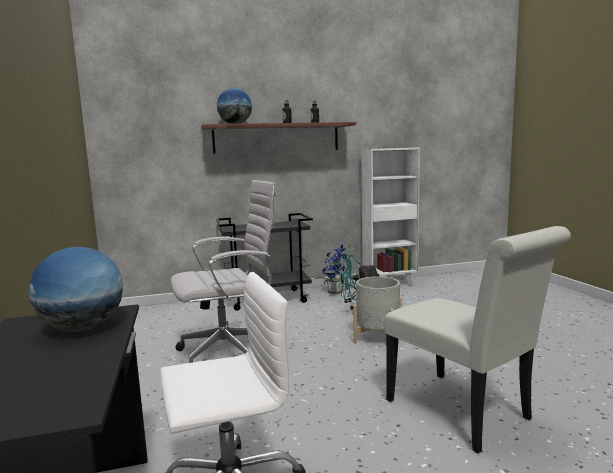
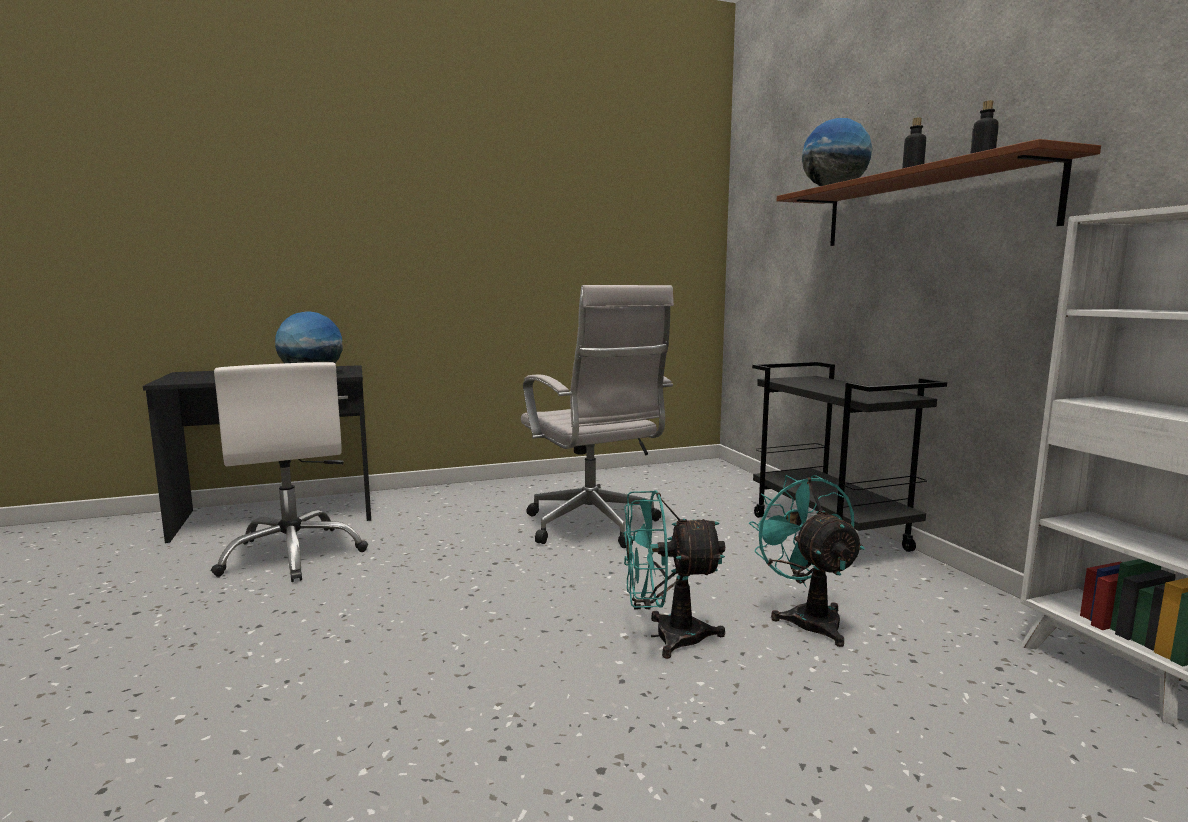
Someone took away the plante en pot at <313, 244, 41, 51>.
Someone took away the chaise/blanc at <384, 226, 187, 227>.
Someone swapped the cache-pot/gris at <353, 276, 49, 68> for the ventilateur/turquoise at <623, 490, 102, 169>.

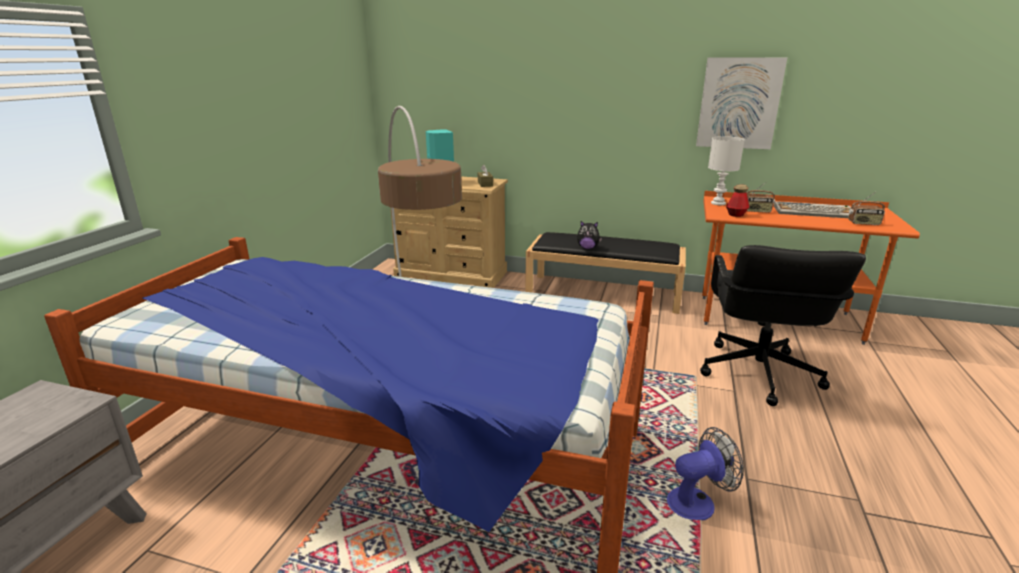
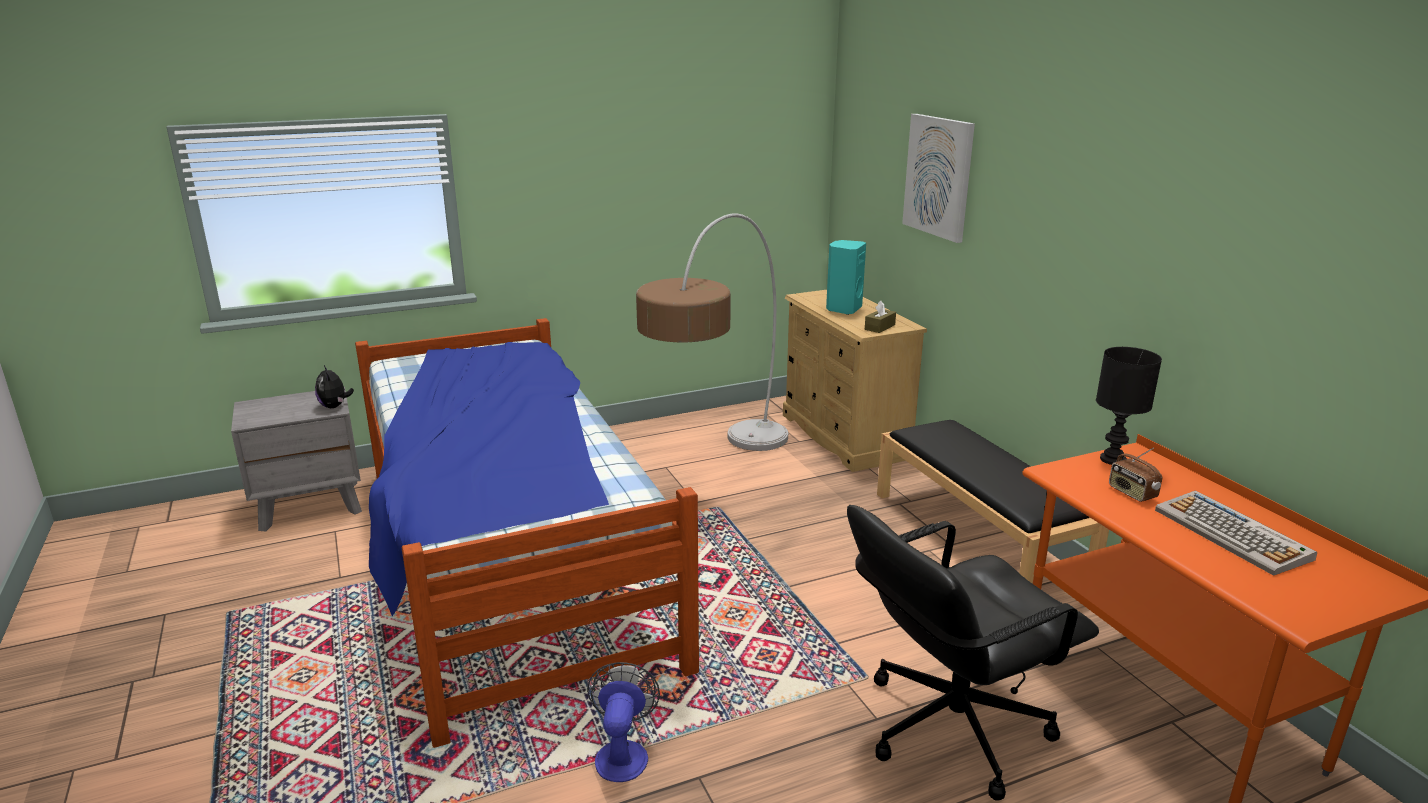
Someone took away the bouteille at <726, 184, 23, 33>.
Someone took away the radio at <848, 193, 37, 32>.
Someone carried the peluche from <577, 221, 25, 28> to <315, 365, 39, 43>.
Someone carried the tableau from <696, 57, 91, 92> to <902, 114, 73, 129>.
Someone repainted the lampe de table/blanc at <708, 136, 37, 69>, which became the lampe de table/noir at <1096, 347, 66, 118>.
Someone rotated the ventilateur at <667, 427, 77, 93> by 120 degrees counterclockwise.

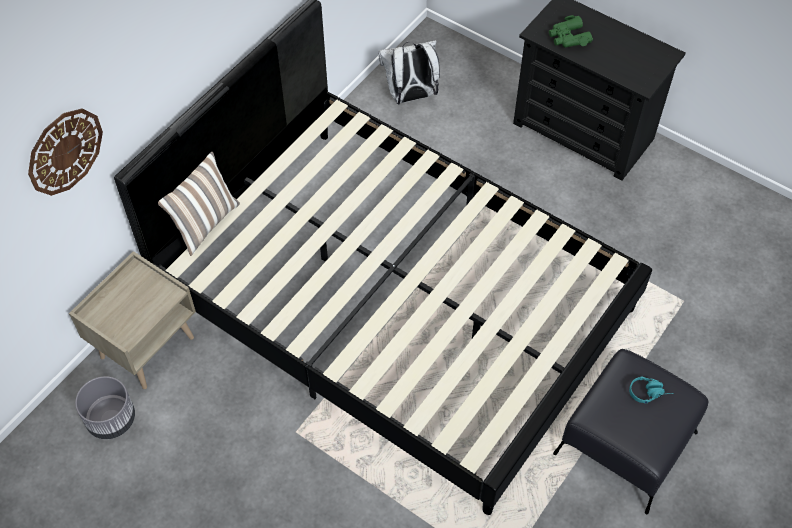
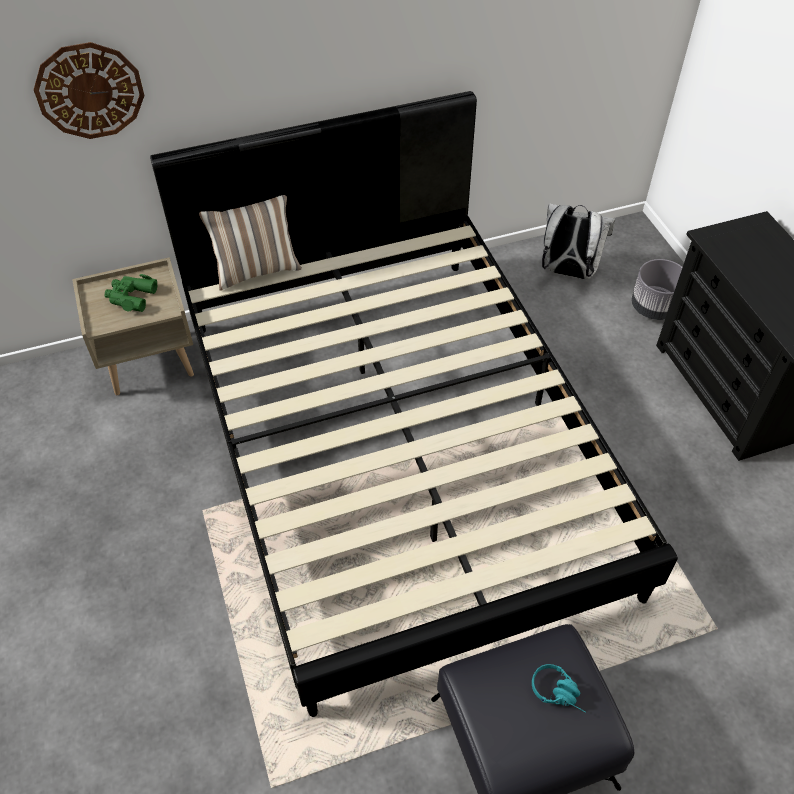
Someone carried the cache-pot/gris from <75, 376, 60, 63> to <631, 259, 52, 61>.
Someone carried the jumelles/vert from <549, 15, 44, 32> to <104, 274, 53, 38>.

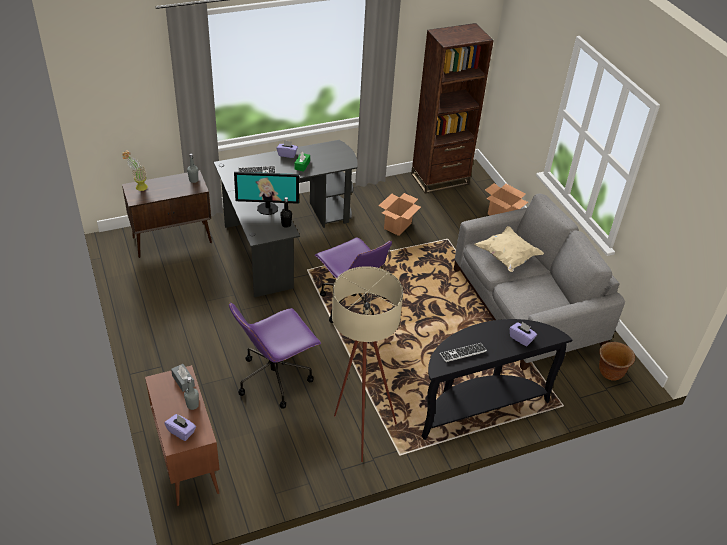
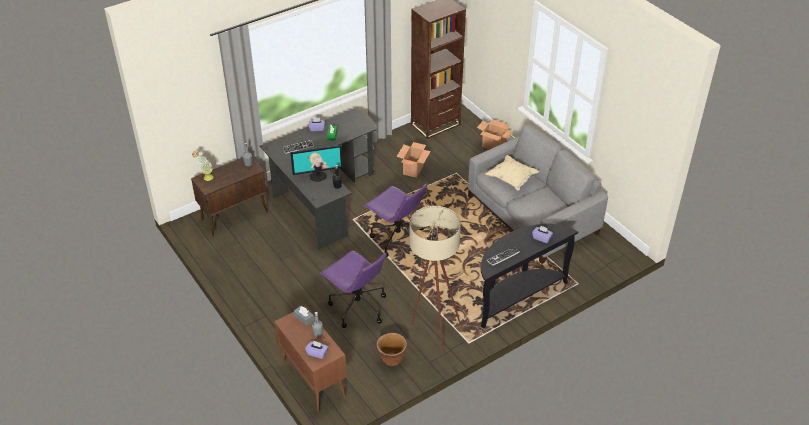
Someone carried the cache-pot/marron from <599, 342, 36, 39> to <377, 333, 30, 33>.
Someone rotated the chaise de bureau/violet at <229, 302, 92, 107> by 90 degrees counterclockwise.

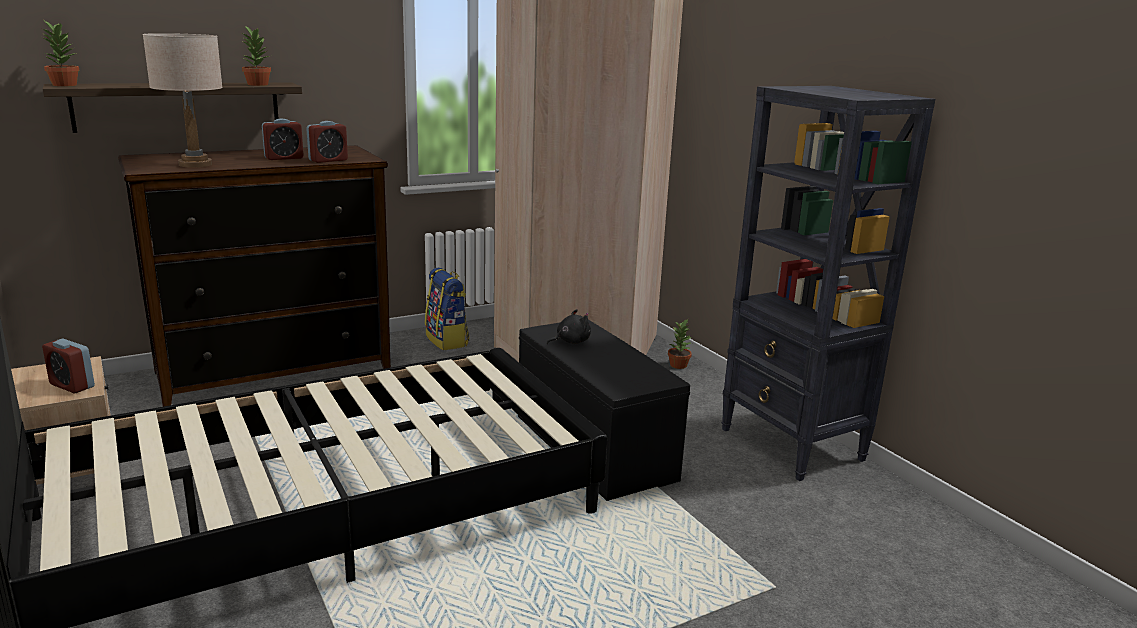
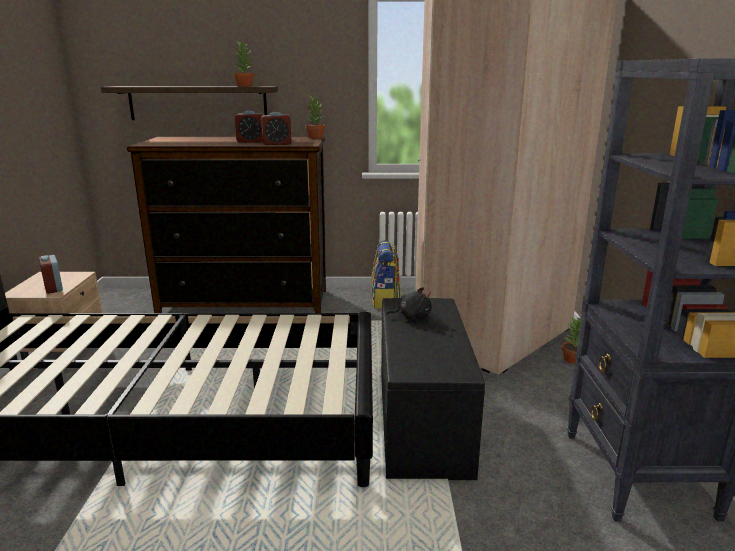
Someone took away the lampe de table/beige at <143, 33, 80, 135>.
Someone carried the plante en pot from <42, 21, 37, 65> to <305, 94, 20, 45>.

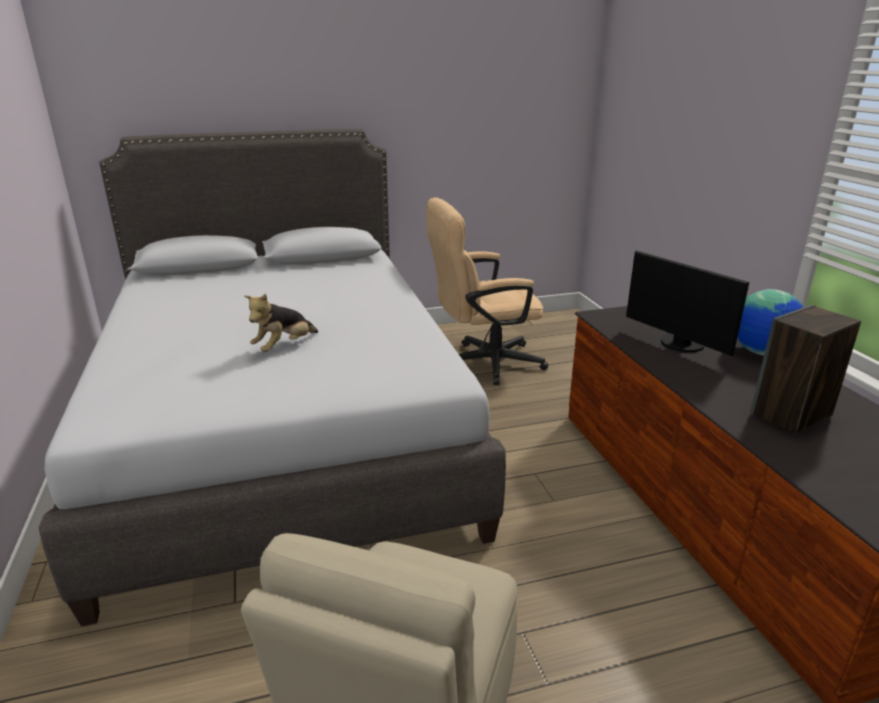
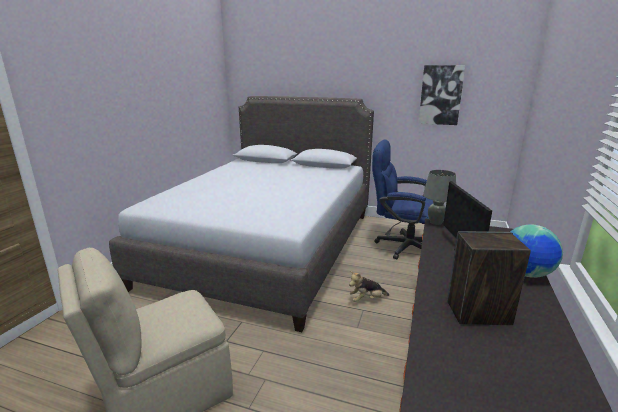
Someone put up the tableau at <418, 65, 47, 60>.
Someone put down the lampe de table/gris at <423, 170, 33, 55>.
Someone carried the peluche from <244, 294, 74, 58> to <349, 271, 40, 31>.
Someone repainted the chaise de bureau/beige at <426, 197, 123, 188>, which became the chaise de bureau/bleu at <372, 140, 61, 119>.

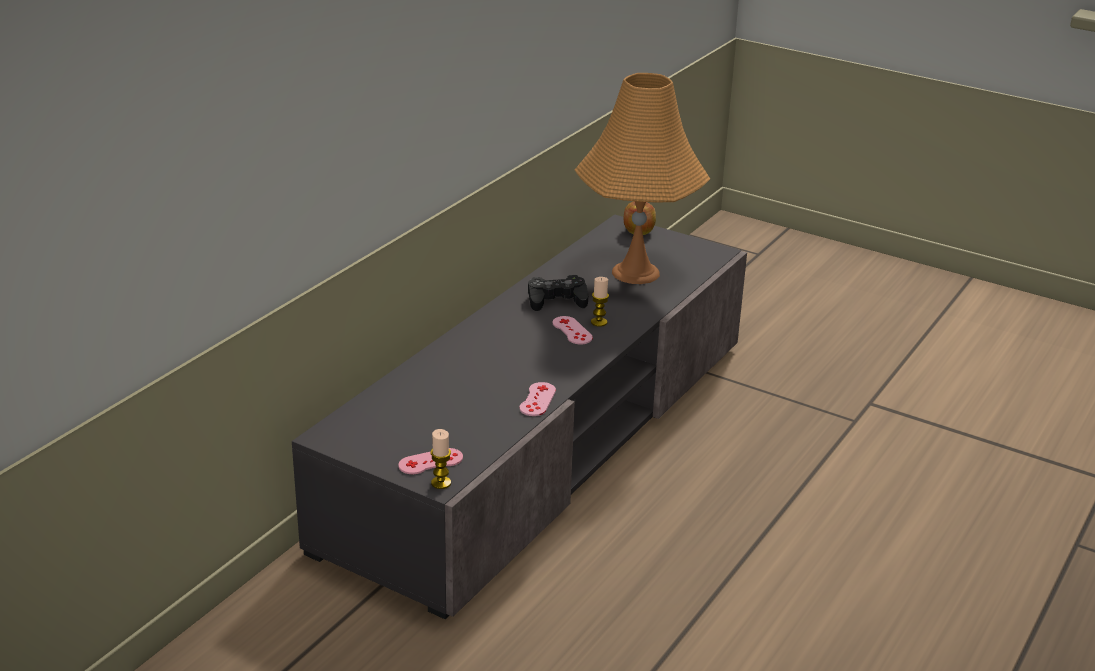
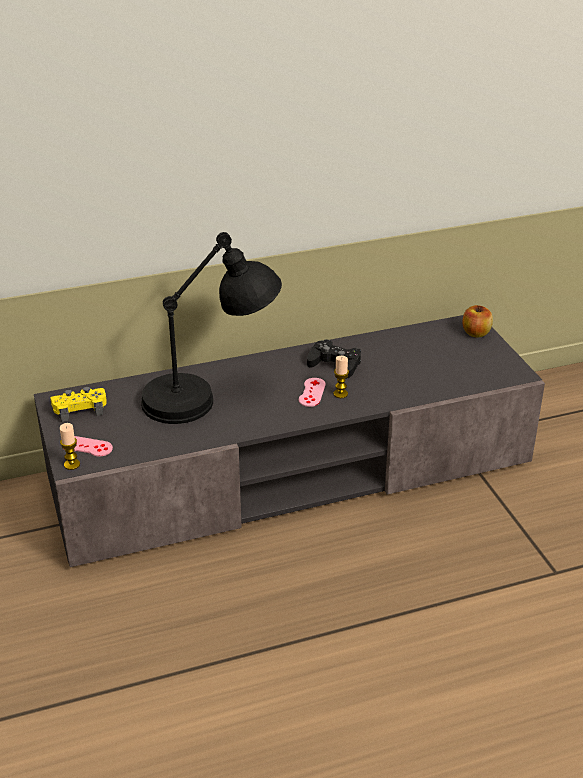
Someone took away the manette/rose at <519, 382, 37, 34>.
Someone took away the lampe de table/orange at <575, 73, 135, 211>.
Someone put down the manette/jaune at <50, 387, 57, 35>.
Someone put down the lampe de table/noir at <141, 232, 141, 192>.

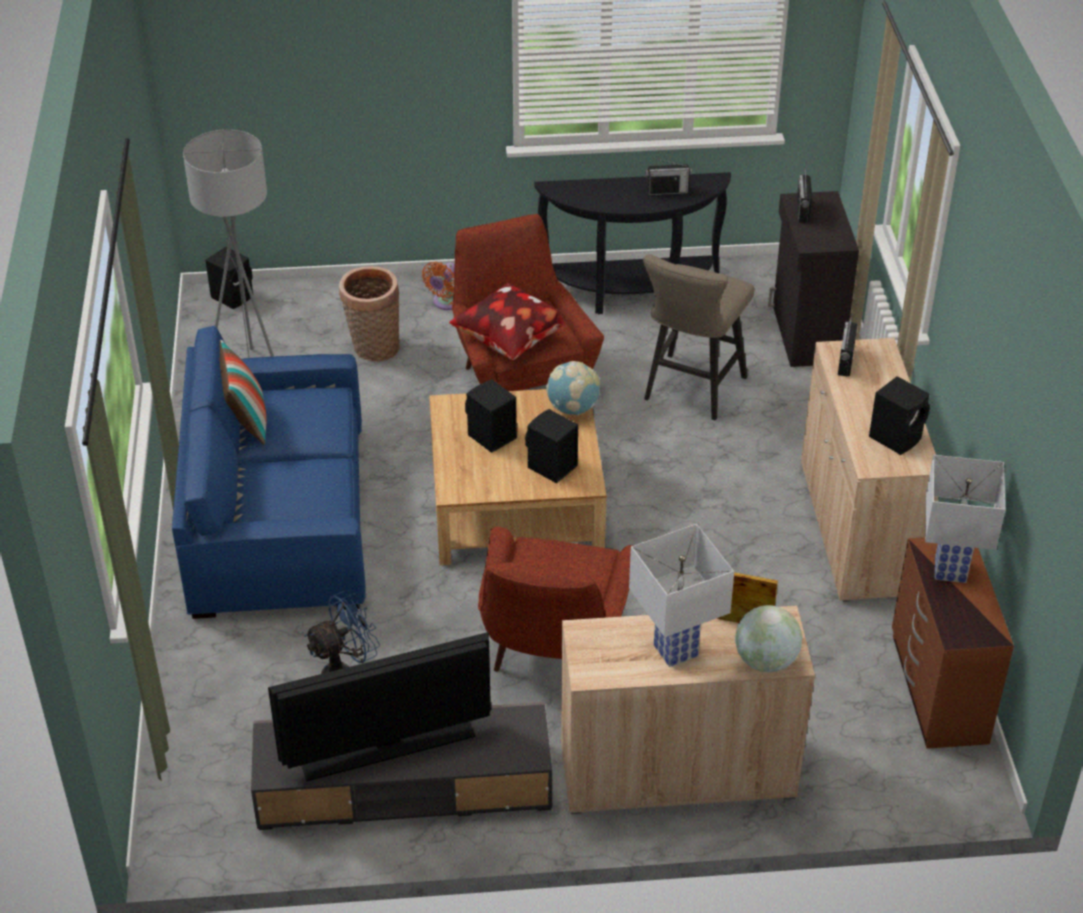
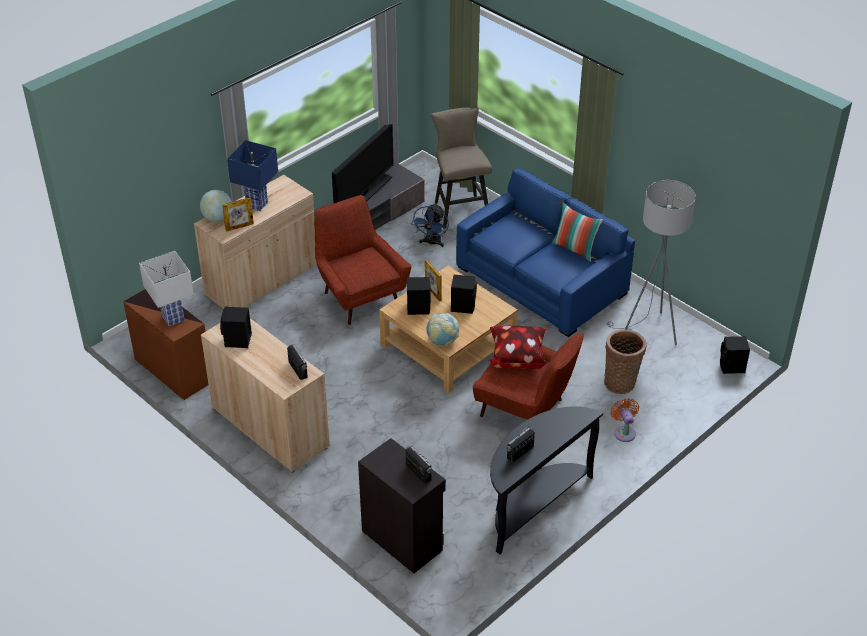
Someone put down the cadre photo at <425, 260, 17, 41>.
Someone carried the tabouret/beige from <643, 254, 112, 166> to <431, 107, 61, 121>.
Someone repainted the lampe de table/blanc at <629, 524, 105, 143>, which became the lampe de table/bleu at <227, 140, 51, 71>.

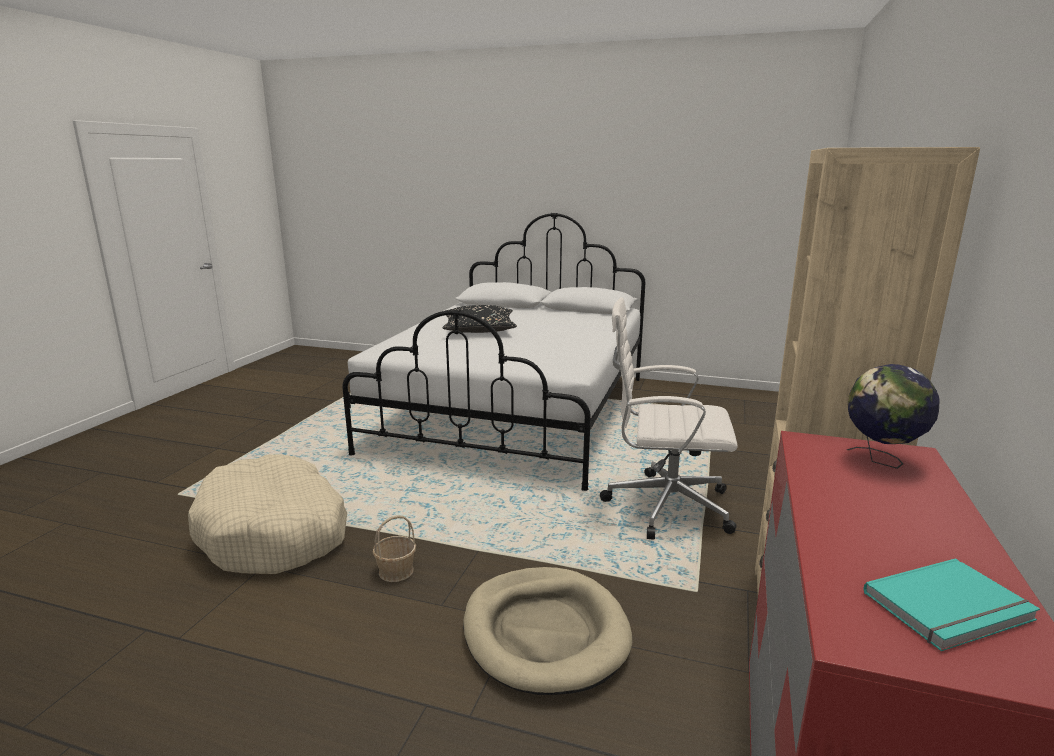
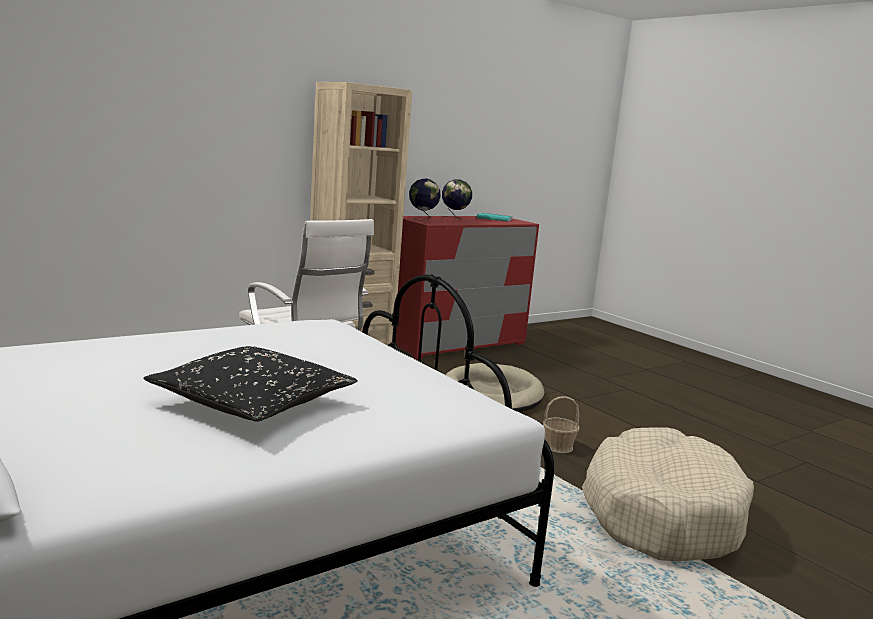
Someone put down the globe at <442, 179, 30, 40>.

